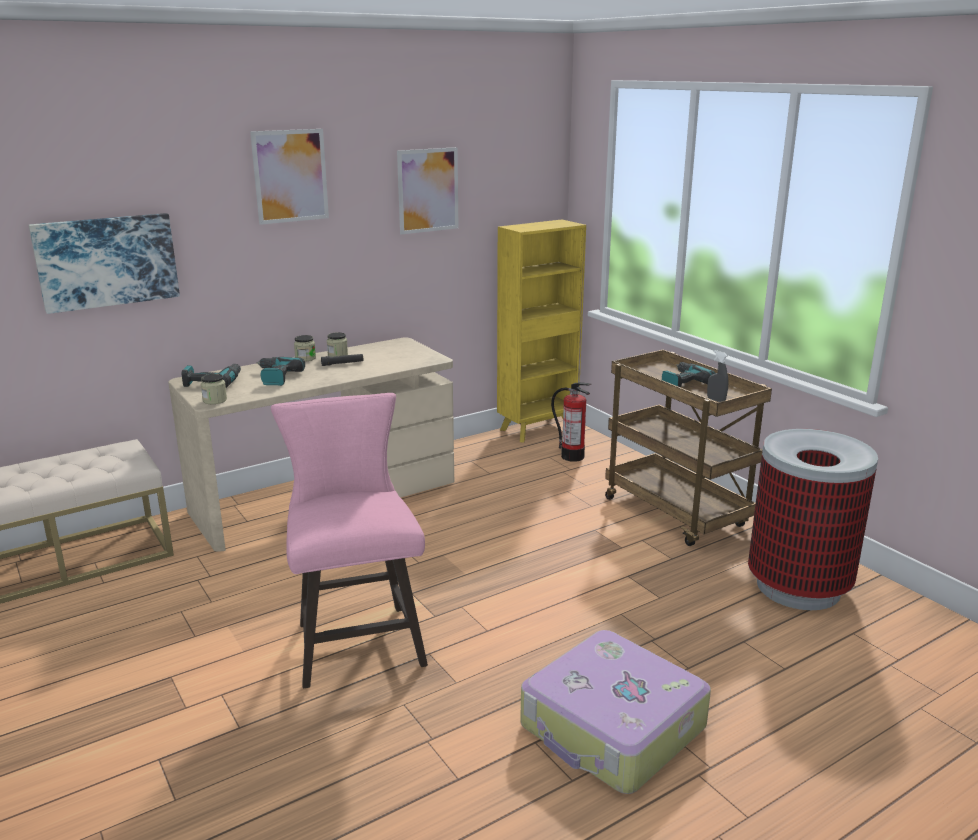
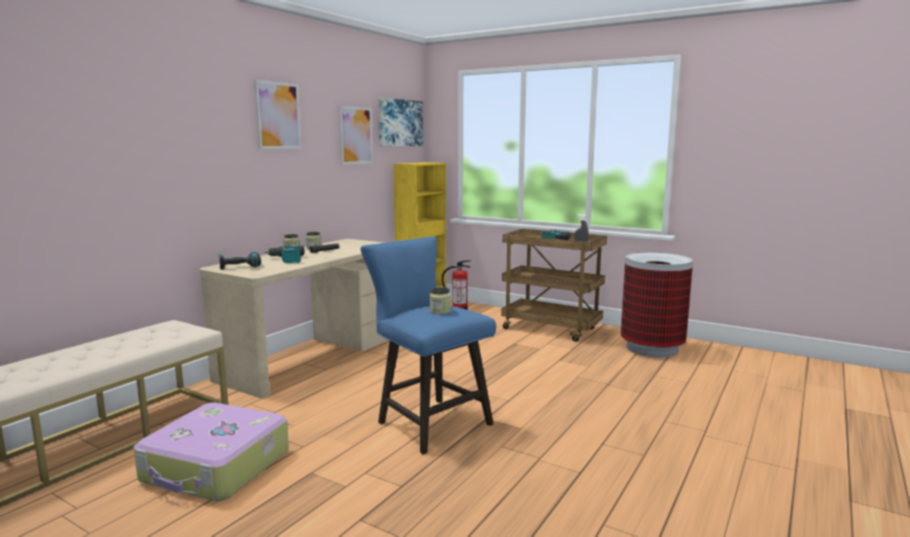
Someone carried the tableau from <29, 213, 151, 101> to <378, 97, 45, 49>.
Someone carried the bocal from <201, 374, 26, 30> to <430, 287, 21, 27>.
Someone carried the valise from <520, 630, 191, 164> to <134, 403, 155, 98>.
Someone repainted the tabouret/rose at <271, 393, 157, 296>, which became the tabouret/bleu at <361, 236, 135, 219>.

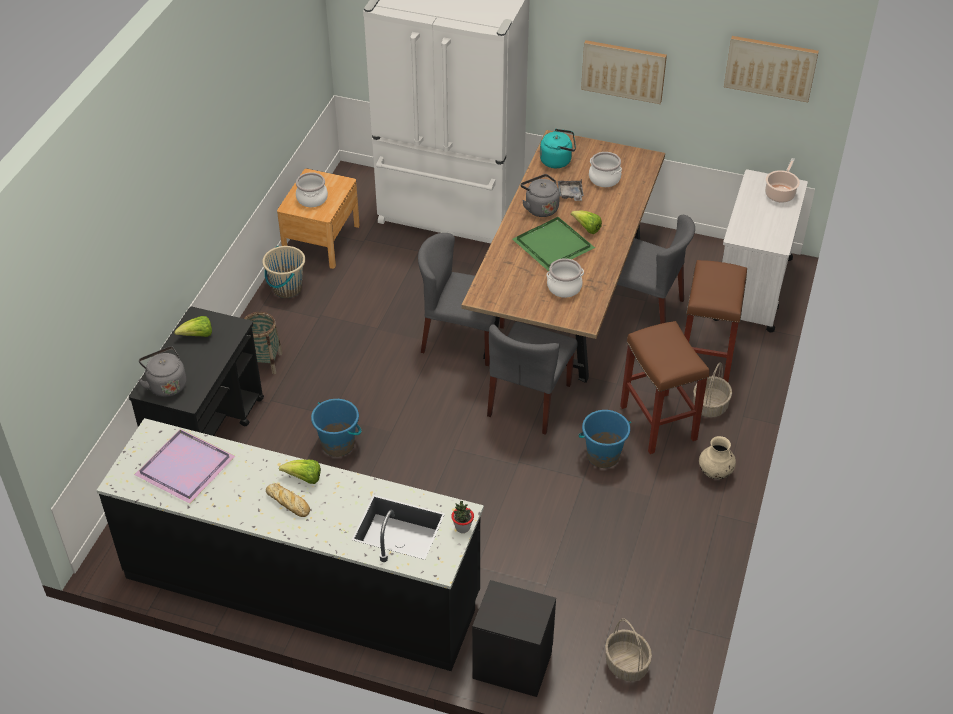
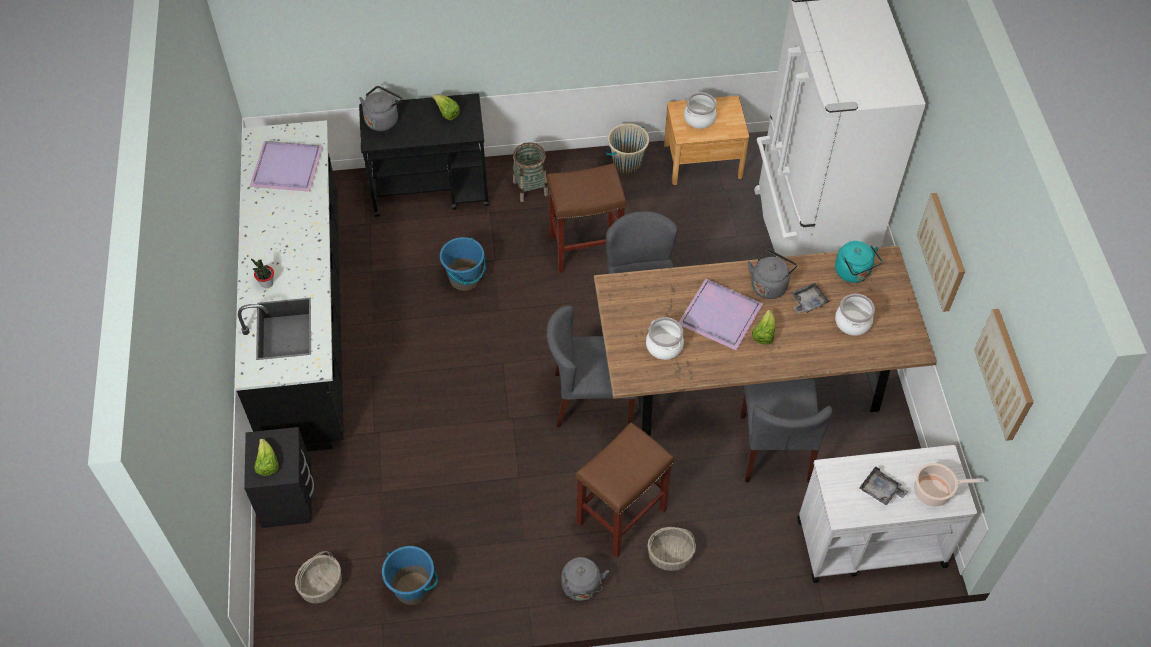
Someone took away the pain at <266, 483, 44, 34>.
Someone put down the plateau/gris at <859, 466, 49, 40>.
Someone carried the laitue from <279, 460, 42, 24> to <254, 439, 25, 37>.
Someone carried the plante en pot from <451, 501, 23, 32> to <251, 258, 23, 30>.
Someone carried the seau/bleu from <578, 410, 53, 58> to <382, 546, 56, 59>.
Someone carried the tabouret/marron from <684, 260, 63, 122> to <547, 163, 79, 110>.
Someone swapped the vase/beige at <699, 436, 37, 43> for the bouilloire/gris at <561, 557, 48, 44>.
Someone repainted the plateau/vert at <512, 217, 83, 54>, which became the plateau/violet at <679, 279, 84, 71>.

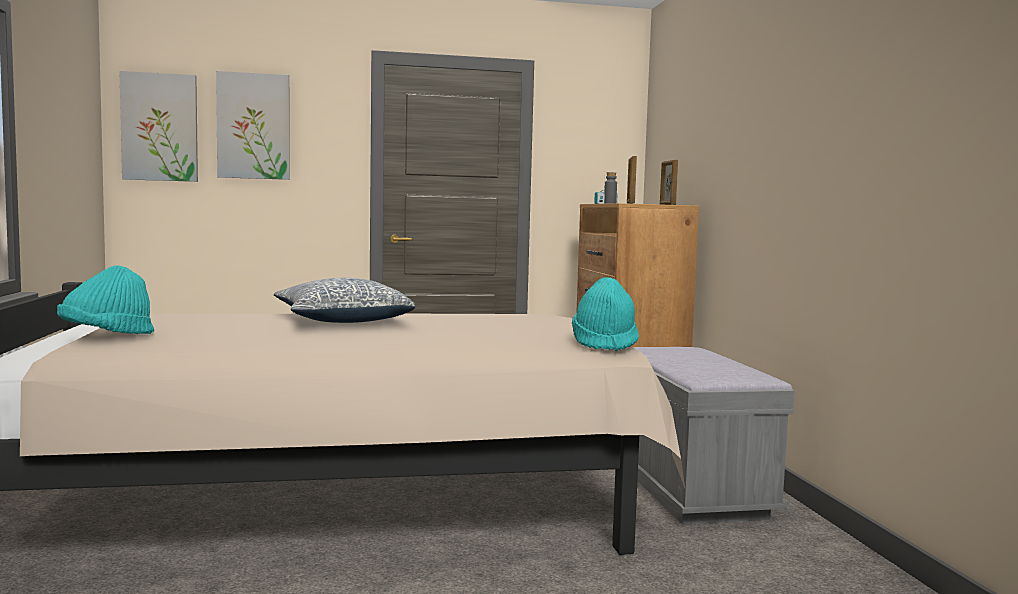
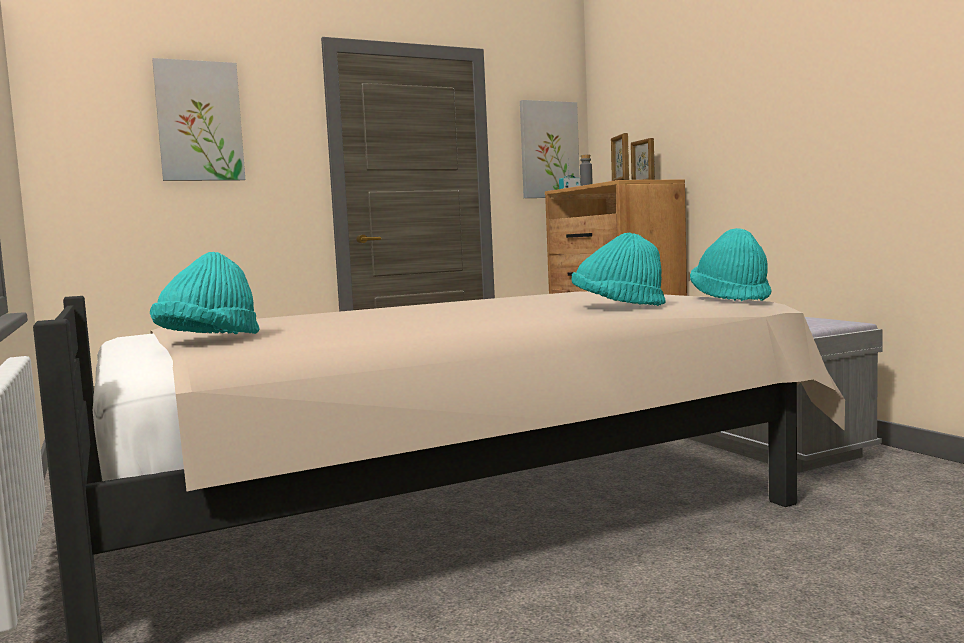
Someone took away the coussin at <274, 278, 141, 45>.
Someone put down the chapeau/turquoise at <571, 233, 95, 73>.
Someone carried the tableau from <119, 71, 79, 111> to <520, 100, 60, 98>.

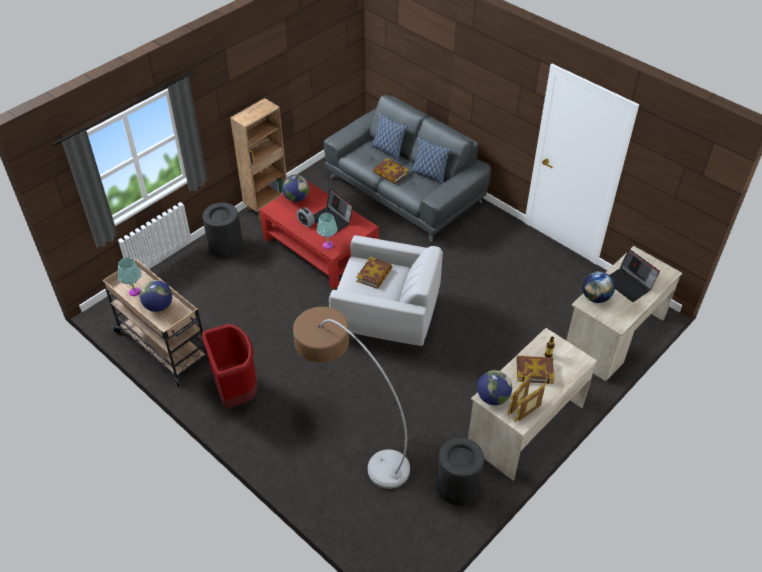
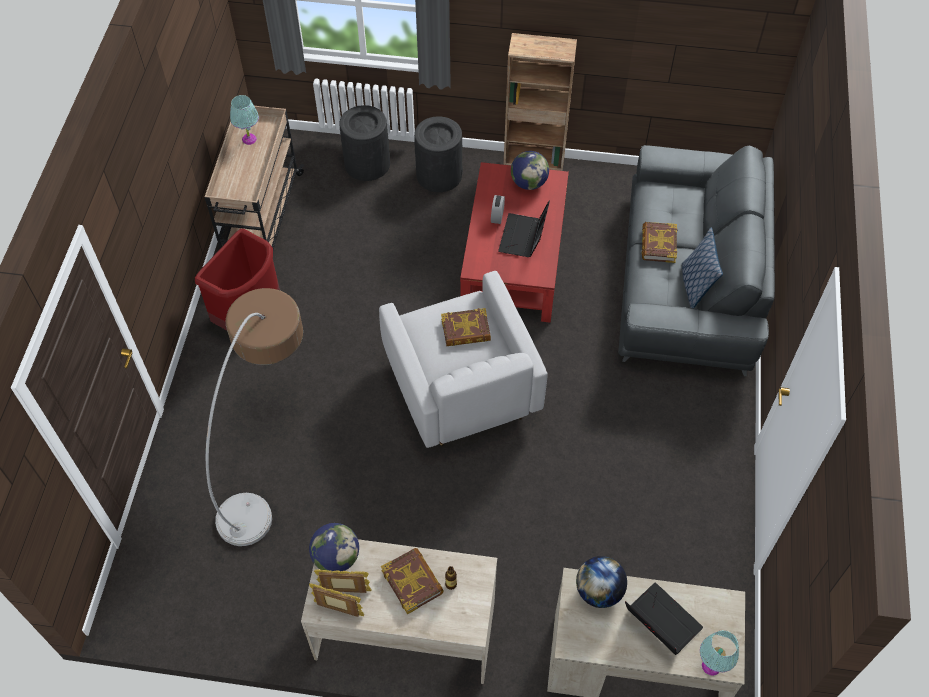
Someone took away the globe at <140, 280, 32, 32>.
Someone took away the coussin at <372, 113, 35, 48>.
Someone carried the lampe de table/turquoise from <317, 213, 21, 36> to <700, 630, 39, 46>.
Someone carried the poubelle/noir from <436, 438, 48, 68> to <339, 105, 51, 76>.
Someone rotated the ordinateur portable at <609, 249, 51, 53> by 120 degrees clockwise.

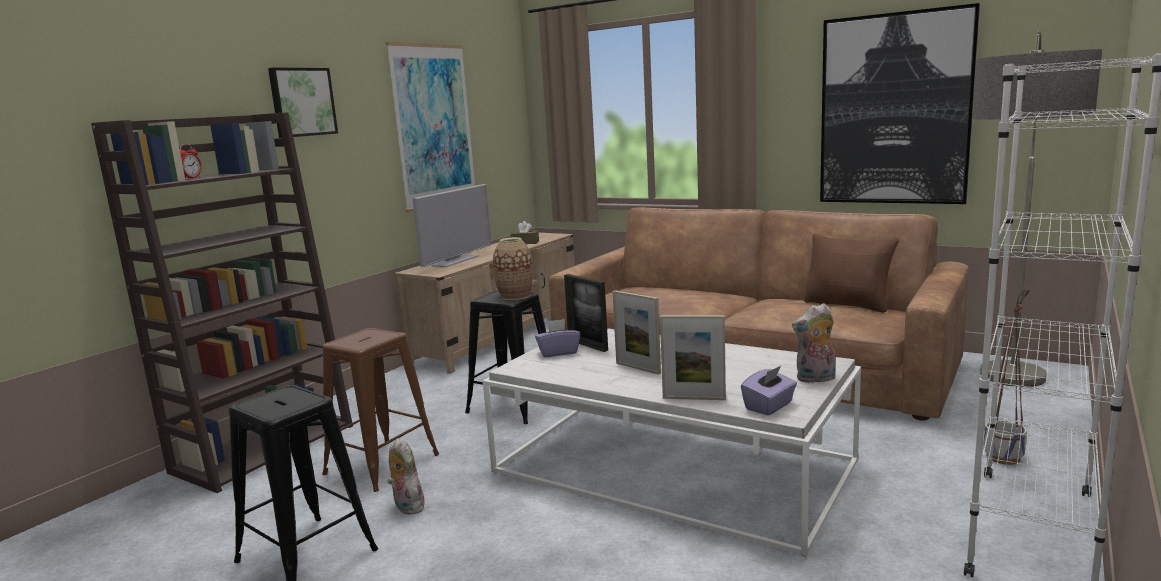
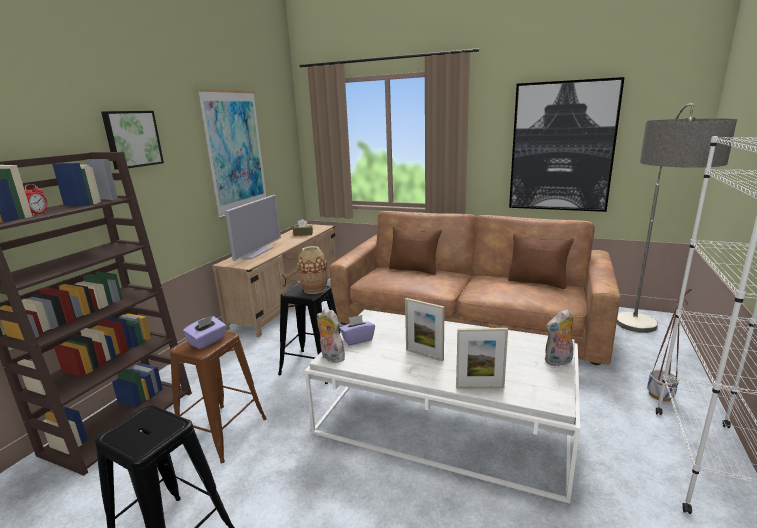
Someone took away the cadre photo at <564, 274, 44, 78>.
Someone put down the coussin/marron at <389, 226, 53, 49>.
Someone carried the peluche from <387, 438, 38, 77> to <317, 308, 29, 55>.
Someone carried the boîte à mouchoirs/violet from <741, 366, 56, 49> to <183, 316, 43, 33>.

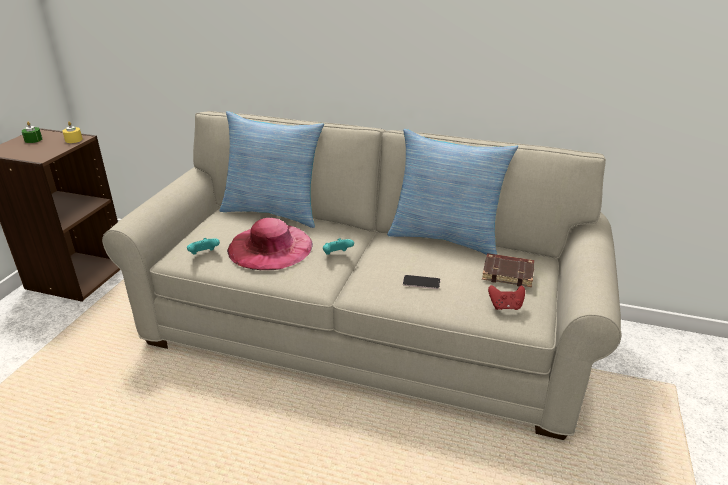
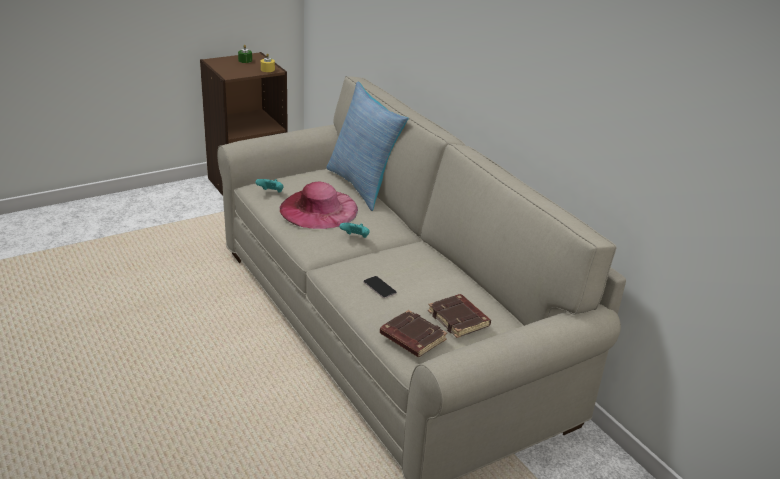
Someone took away the coussin at <387, 129, 131, 126>.
Someone swapped the manette/rouge at <488, 285, 37, 25> for the livre/marron at <380, 310, 67, 47>.

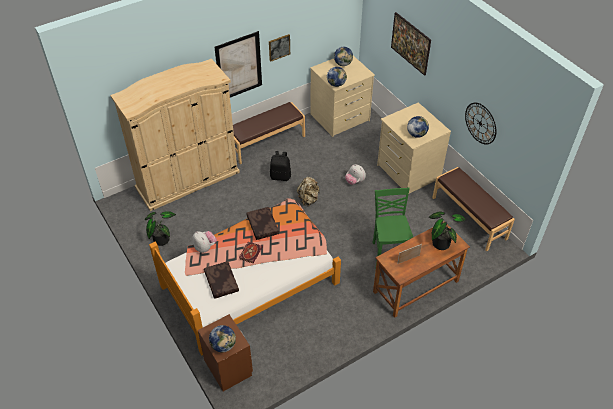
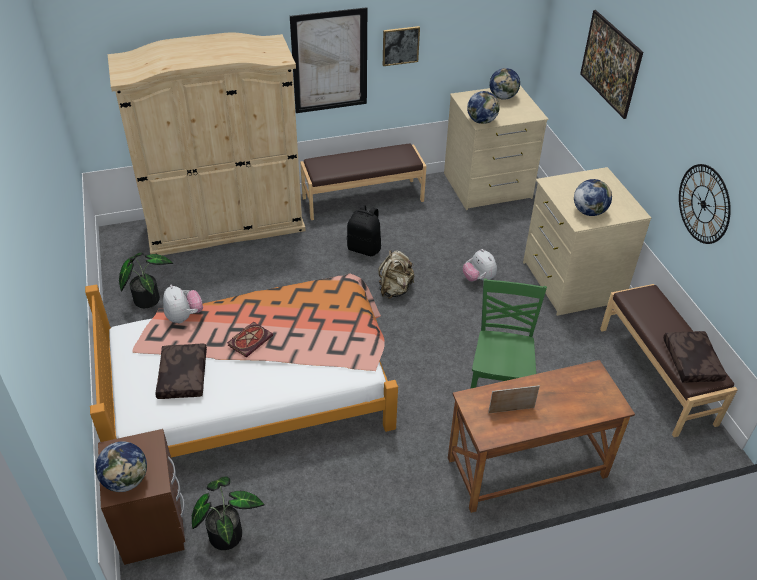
Someone carried the coussin/marron from <246, 207, 33, 33> to <663, 331, 63, 52>.
Someone carried the plante en pot from <429, 211, 37, 39> to <192, 476, 72, 74>.

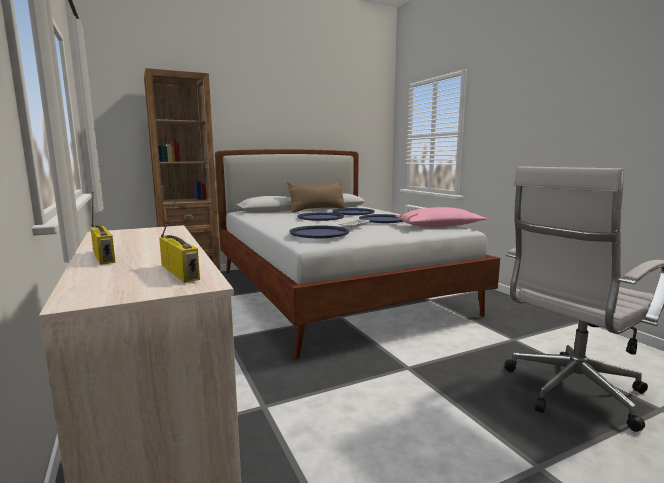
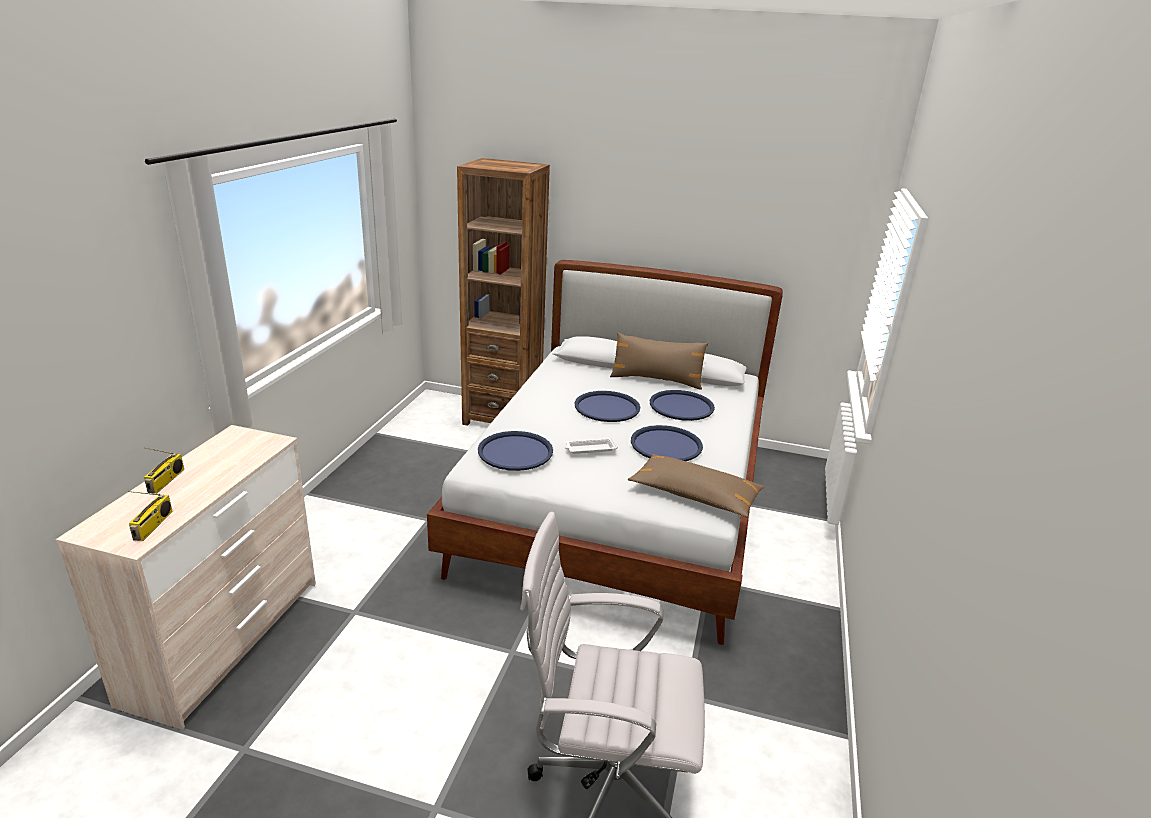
Someone repainted the coussin/rose at <396, 207, 91, 20>, which became the coussin/marron at <628, 454, 137, 64>.

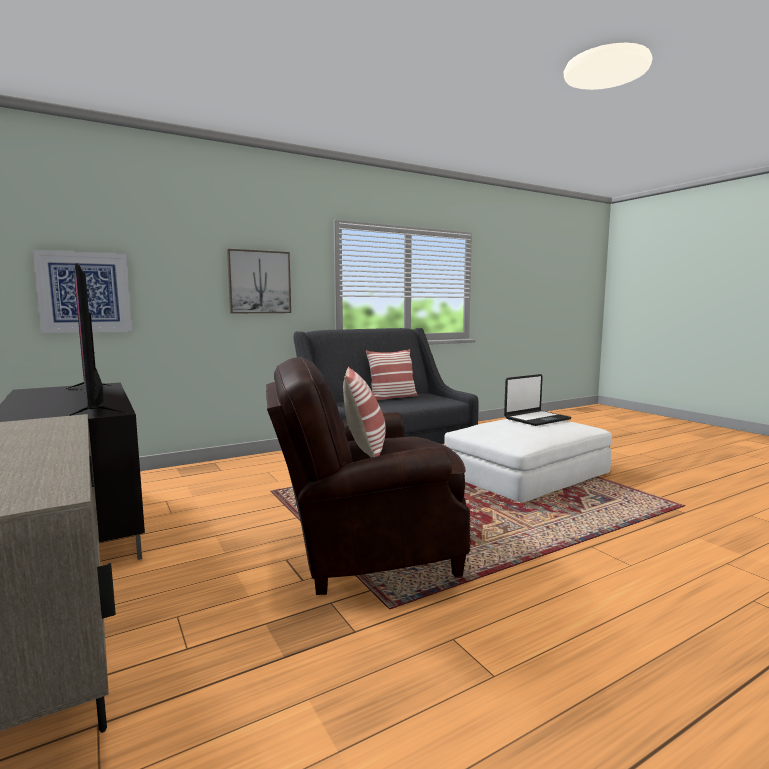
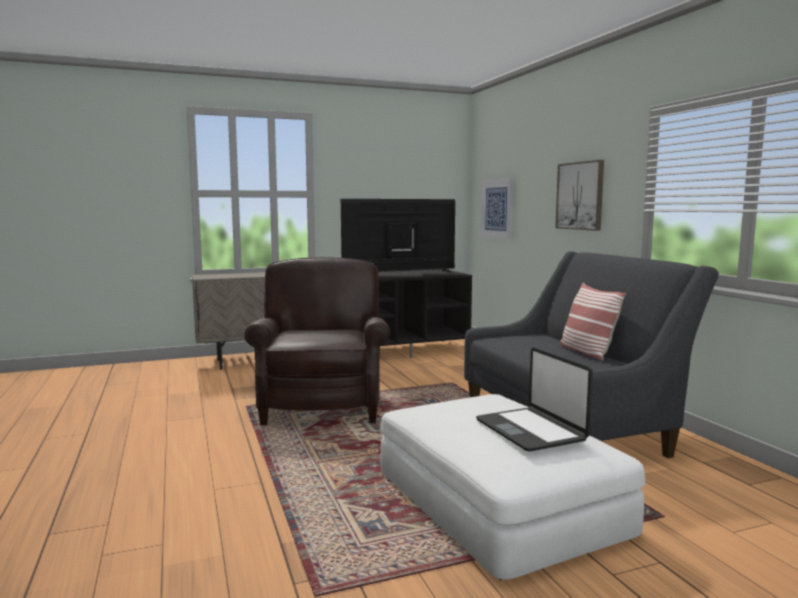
Someone took away the coussin at <343, 367, 43, 91>.

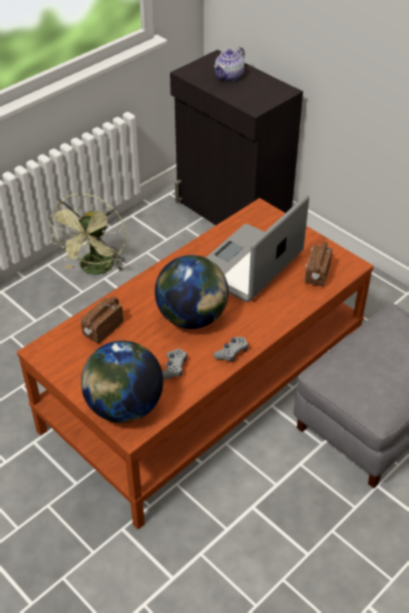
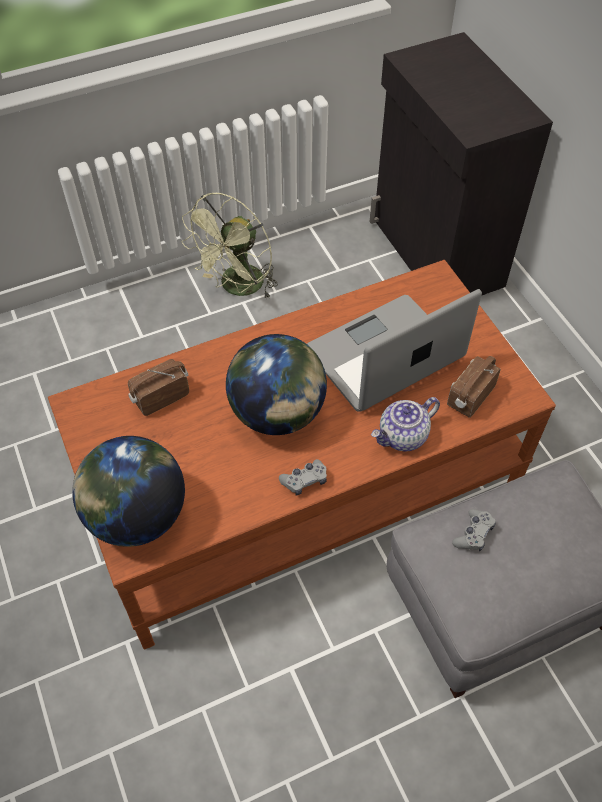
Someone carried the manette/gris from <162, 349, 25, 31> to <452, 509, 44, 42>.
Someone carried the théière from <214, 47, 31, 34> to <371, 397, 69, 54>.

